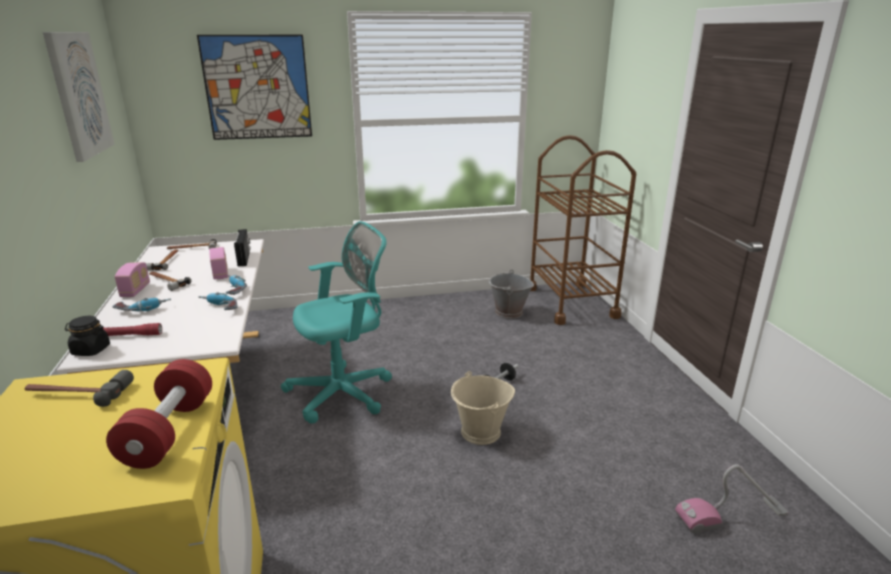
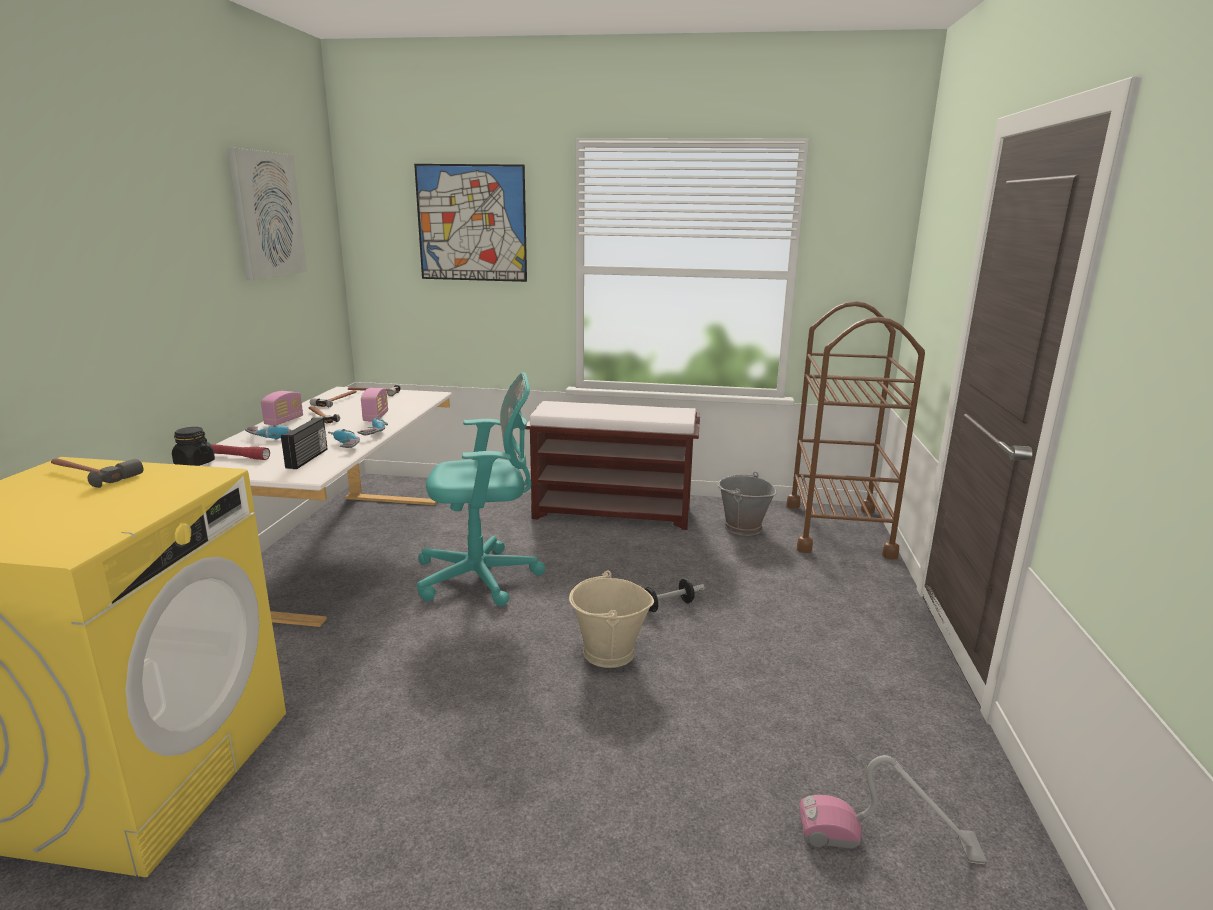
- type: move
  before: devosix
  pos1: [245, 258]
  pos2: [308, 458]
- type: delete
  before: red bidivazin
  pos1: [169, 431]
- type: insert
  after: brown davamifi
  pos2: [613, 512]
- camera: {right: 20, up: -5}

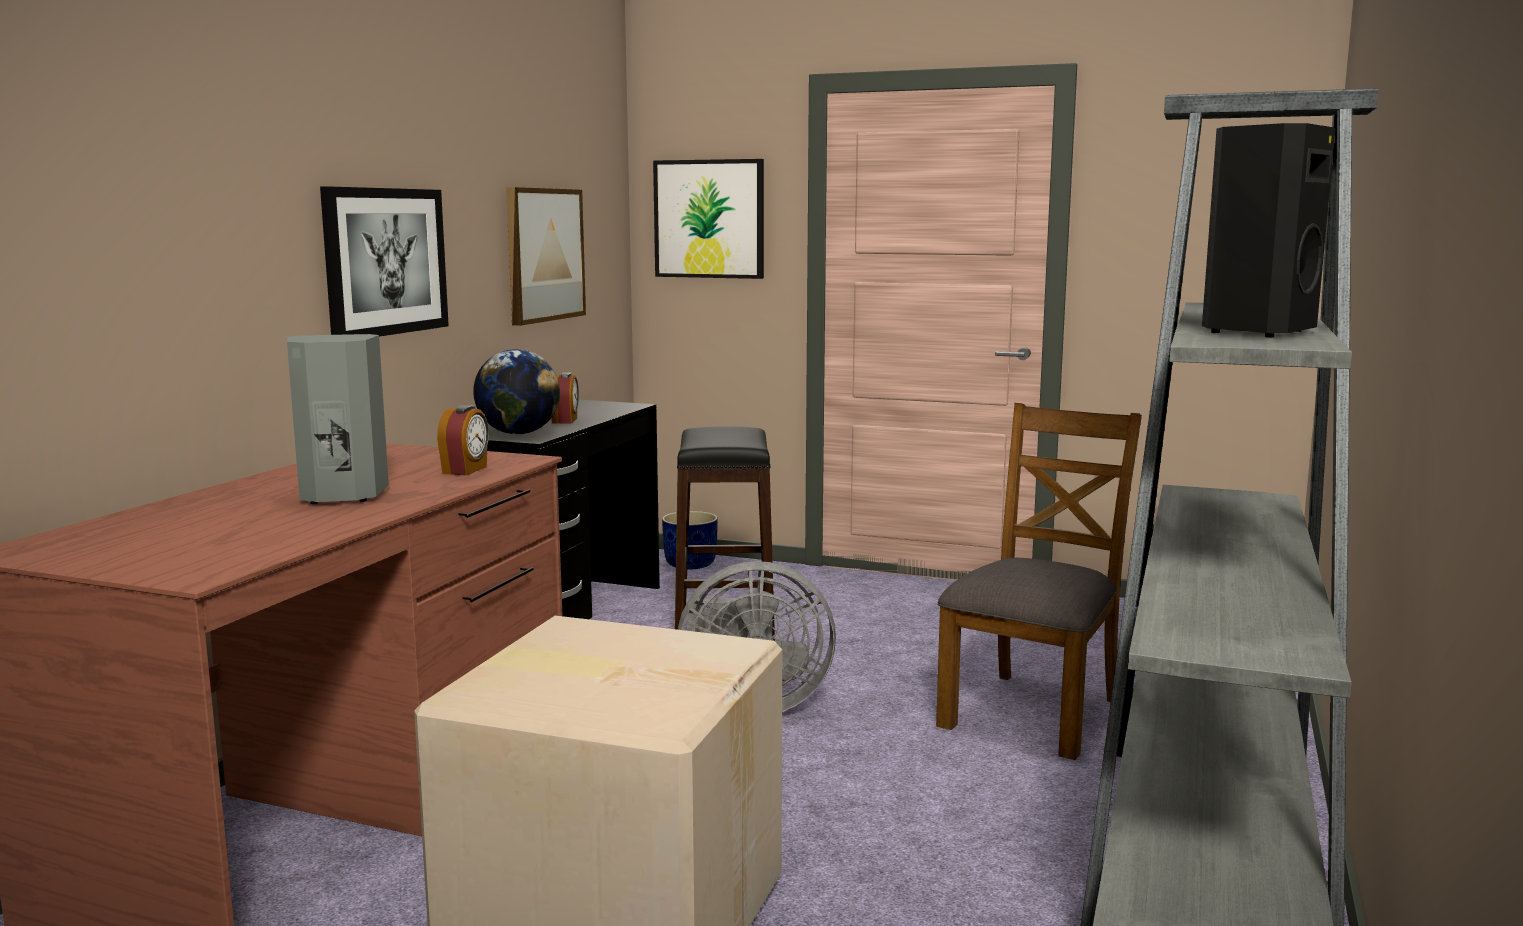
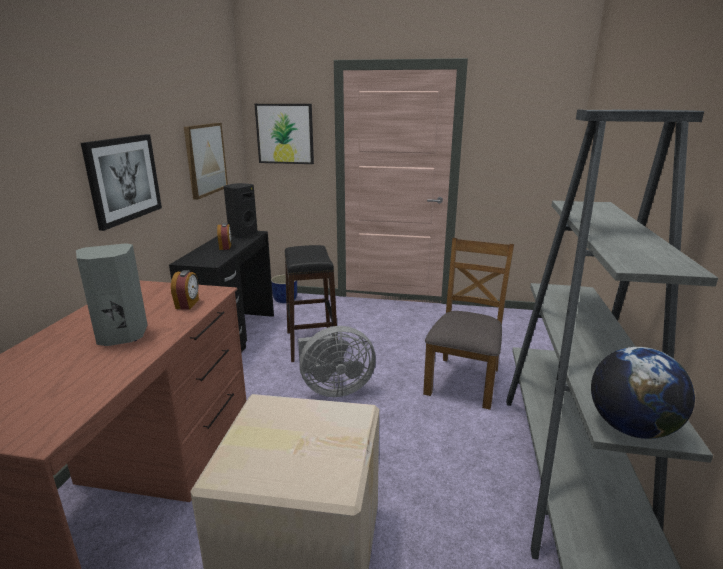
- type: move
  before: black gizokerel
  pos1: [1255, 332]
  pos2: [242, 234]
- type: move
  before: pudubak
  pos1: [518, 433]
  pos2: [630, 428]
- camera: {right: -10, up: 10}

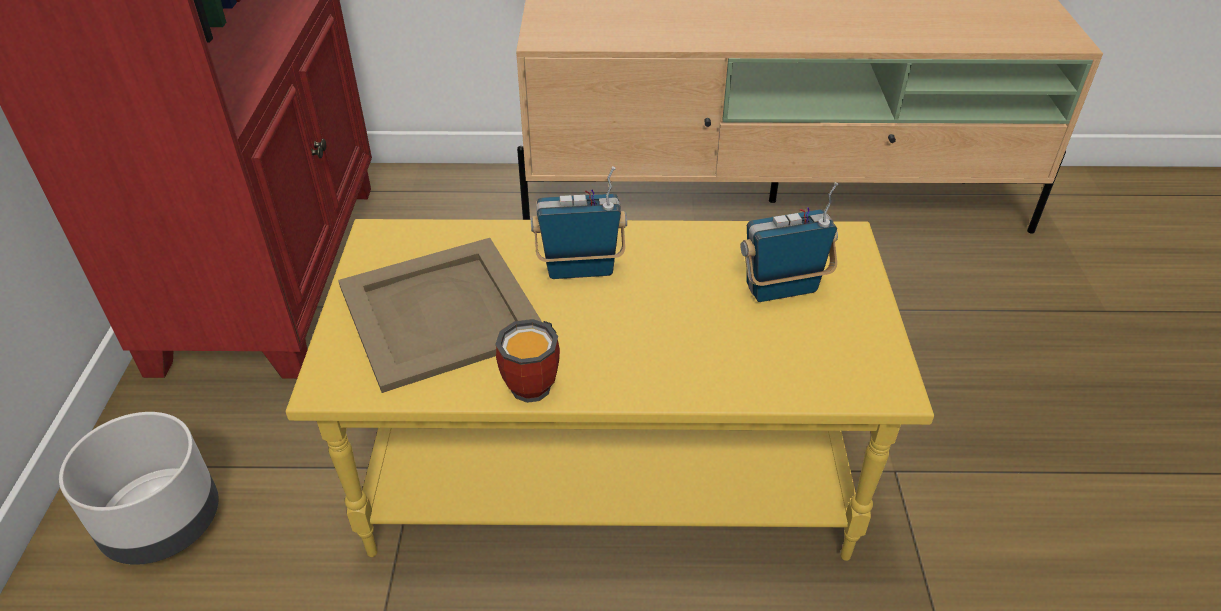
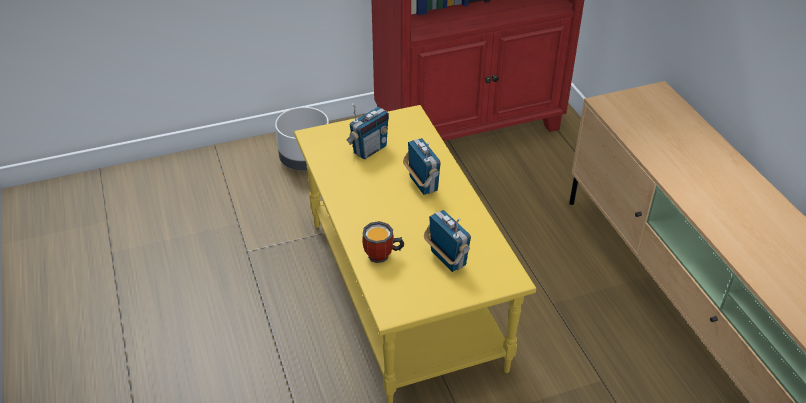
- type: replace
  before: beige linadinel
  after: devosix
  pos1: [439, 311]
  pos2: [369, 150]
- type: move
  before: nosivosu
  pos1: [537, 382]
  pos2: [382, 257]
- camera: {right: 70, up: 0}

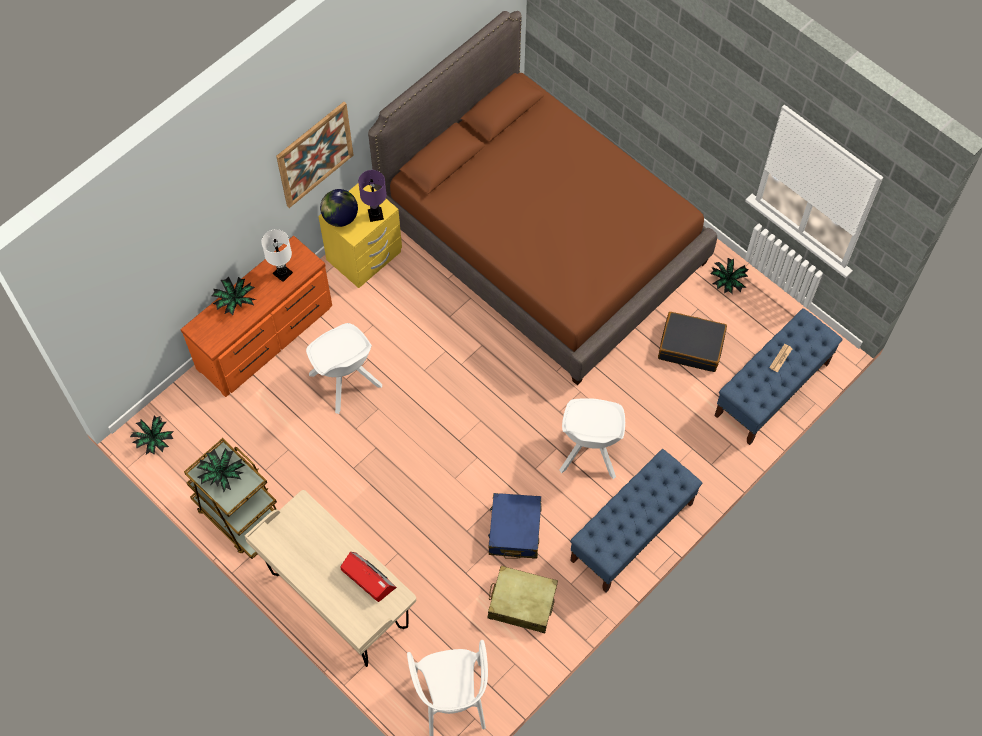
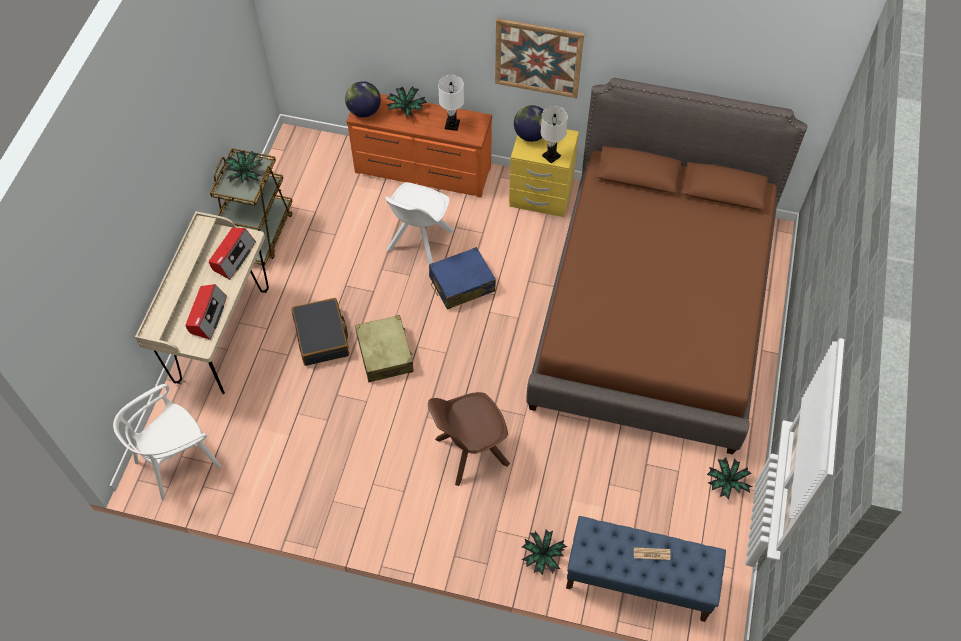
- type: recolor
  before: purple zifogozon
  after: white zifogozon
  pos1: [375, 214]
  pos2: [551, 156]
- type: move
  before: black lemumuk
  pos1: [691, 346]
  pos2: [322, 337]
- type: recolor
  before: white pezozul
  after: brown pezozul
  pos1: [589, 452]
  pos2: [469, 452]
- type: move
  before: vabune
  pos1: [154, 440]
  pos2: [542, 556]
- type: delete
  before: blue davamifi
  pos1: [631, 532]
- type: move
  before: blue lemumuk
  pos1: [514, 530]
  pos2: [461, 284]
- type: move
  before: beige lemumuk
  pos1: [522, 603]
  pos2: [385, 354]
- type: insert
  after: pudubak
  pos2: [364, 111]
- type: insert
  after: devosix
  pos2: [233, 257]
- camera: {right: 60, up: -5}

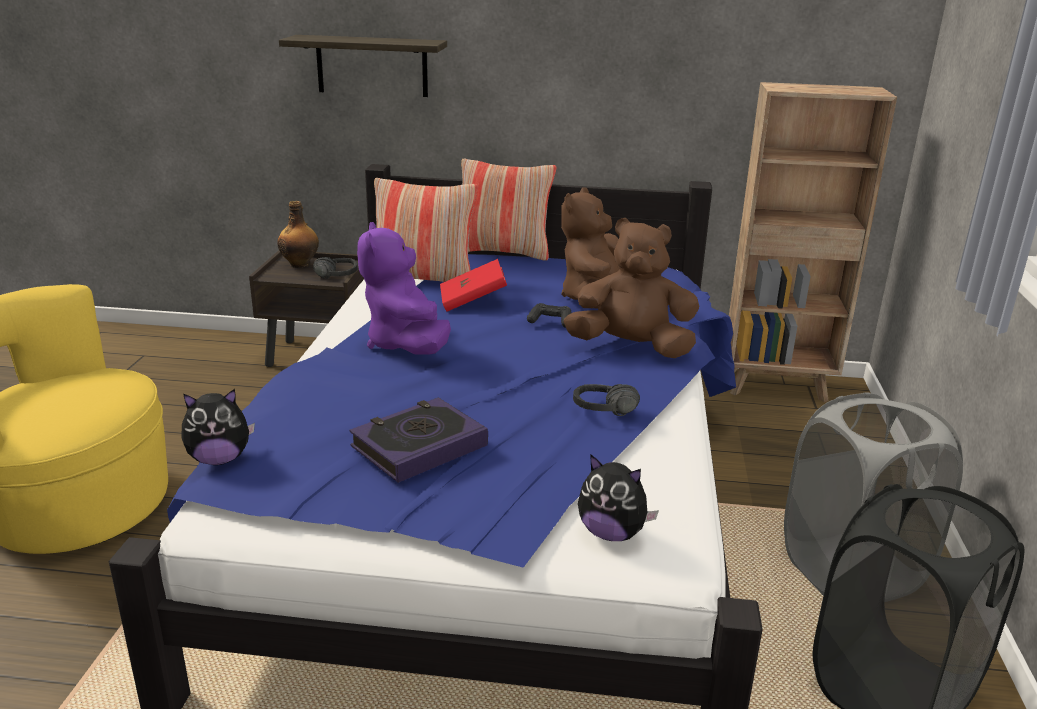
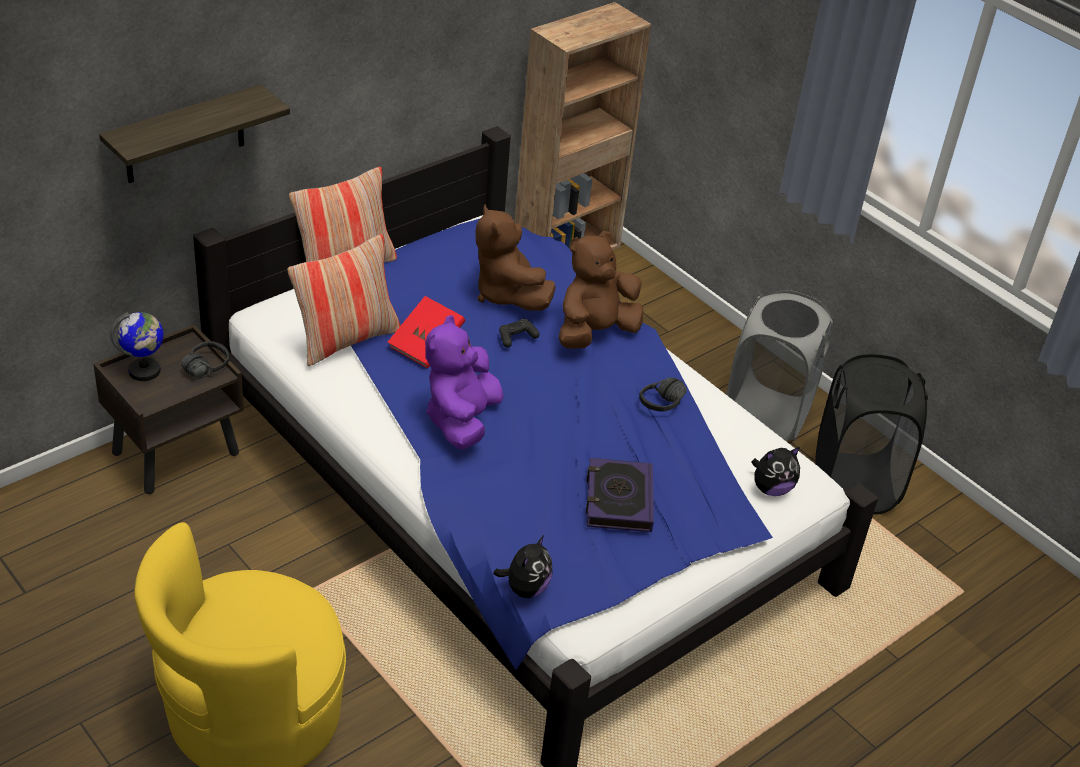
- type: replace
  before: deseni
  after: pudubak
  pos1: [300, 264]
  pos2: [145, 371]
- type: rotate
  before: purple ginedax
  pos1: [406, 345]
  pos2: [461, 421]
  turn: 75
- camera: {right: -50, up: 15}

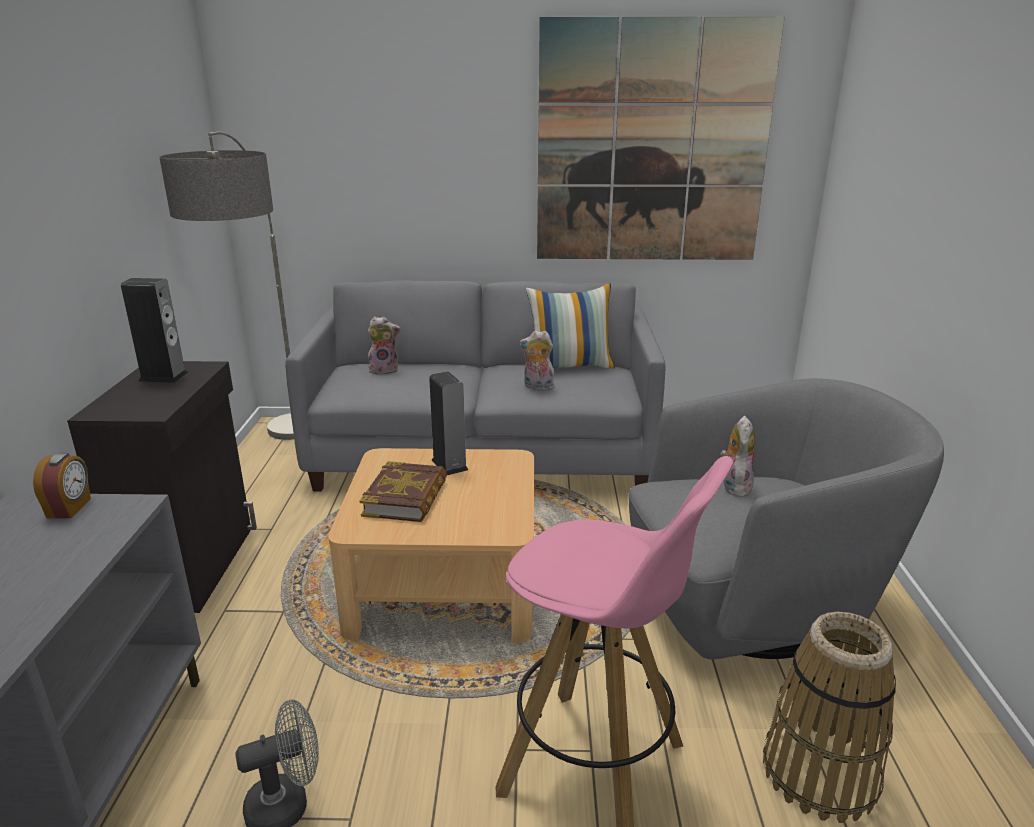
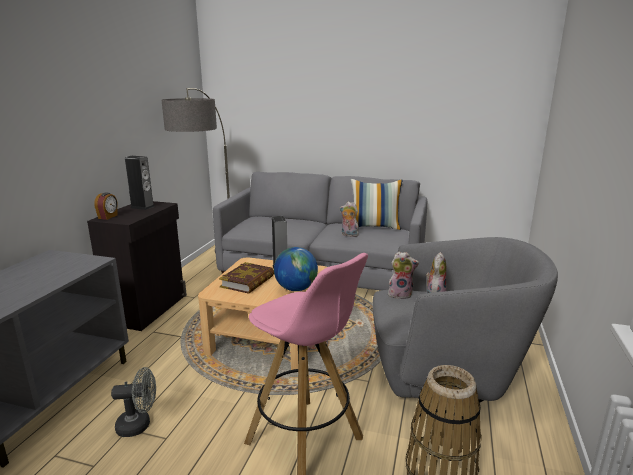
- type: delete
  before: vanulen
  pos1: [652, 145]
- type: move
  before: ginedax
  pos1: [384, 370]
  pos2: [400, 294]
- type: move
  before: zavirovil
  pos1: [70, 508]
  pos2: [108, 217]
- type: insert
  after: pudubak
  pos2: [296, 289]
- camera: {right: 15, up: -5}

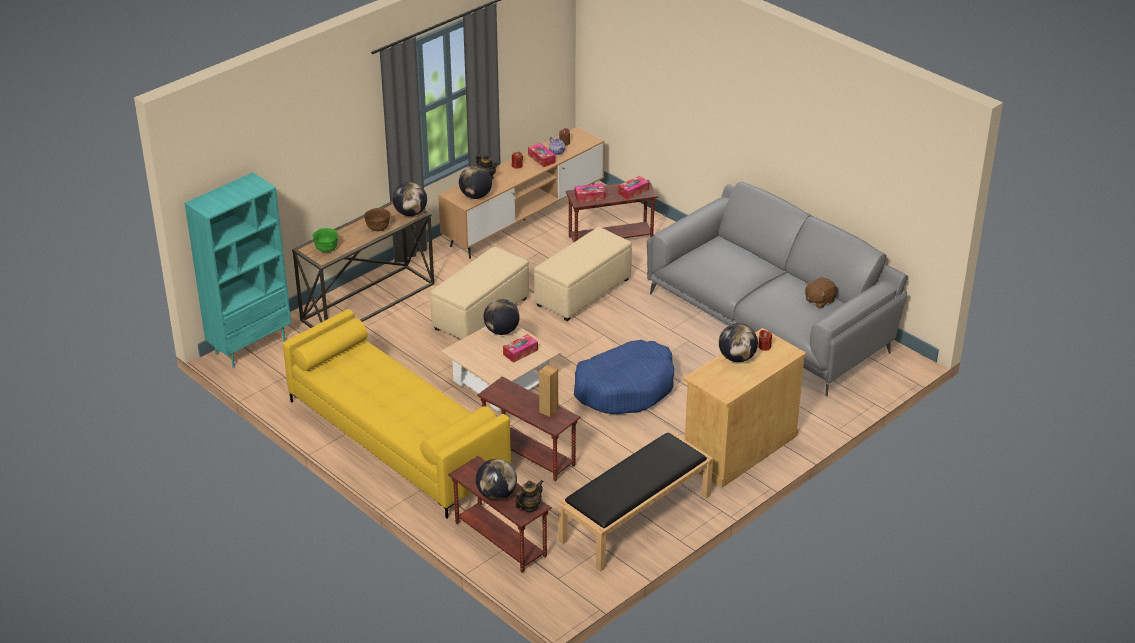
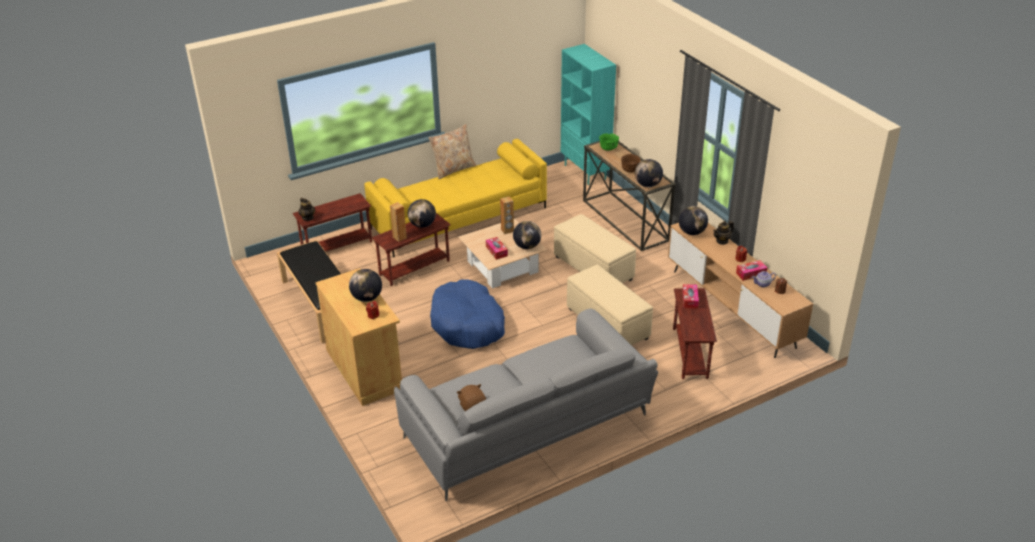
- type: delete
  before: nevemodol
  pos1: [633, 191]
- type: move
  before: pudubak
  pos1: [496, 494]
  pos2: [422, 225]
- type: insert
  after: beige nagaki
  pos2: [453, 169]
- type: insert
  after: brown gizokerel
  pos2: [507, 230]
- camera: {right: 105, up: 0}

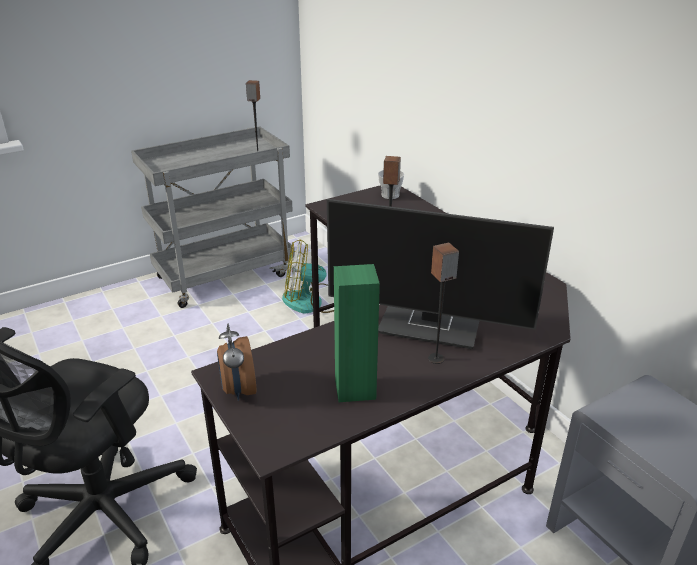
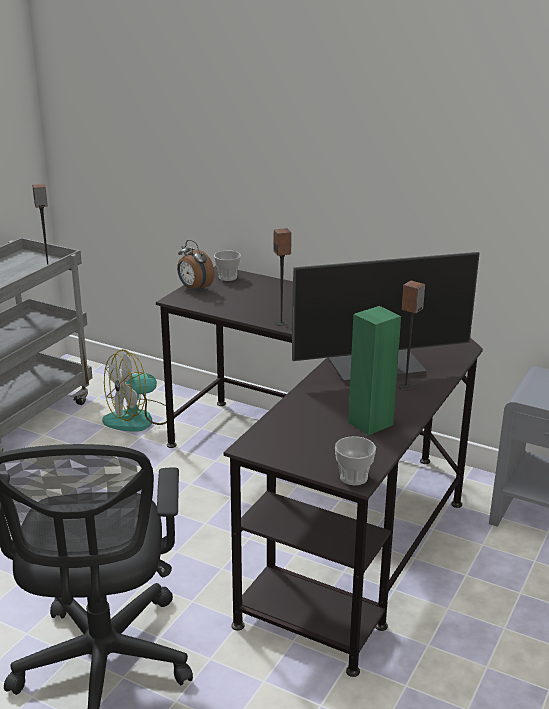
- type: move
  before: zavirovil
  pos1: [238, 390]
  pos2: [194, 288]
- type: insert
  after: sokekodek
  pos2: [353, 477]
- camera: {right: -30, up: -5}

